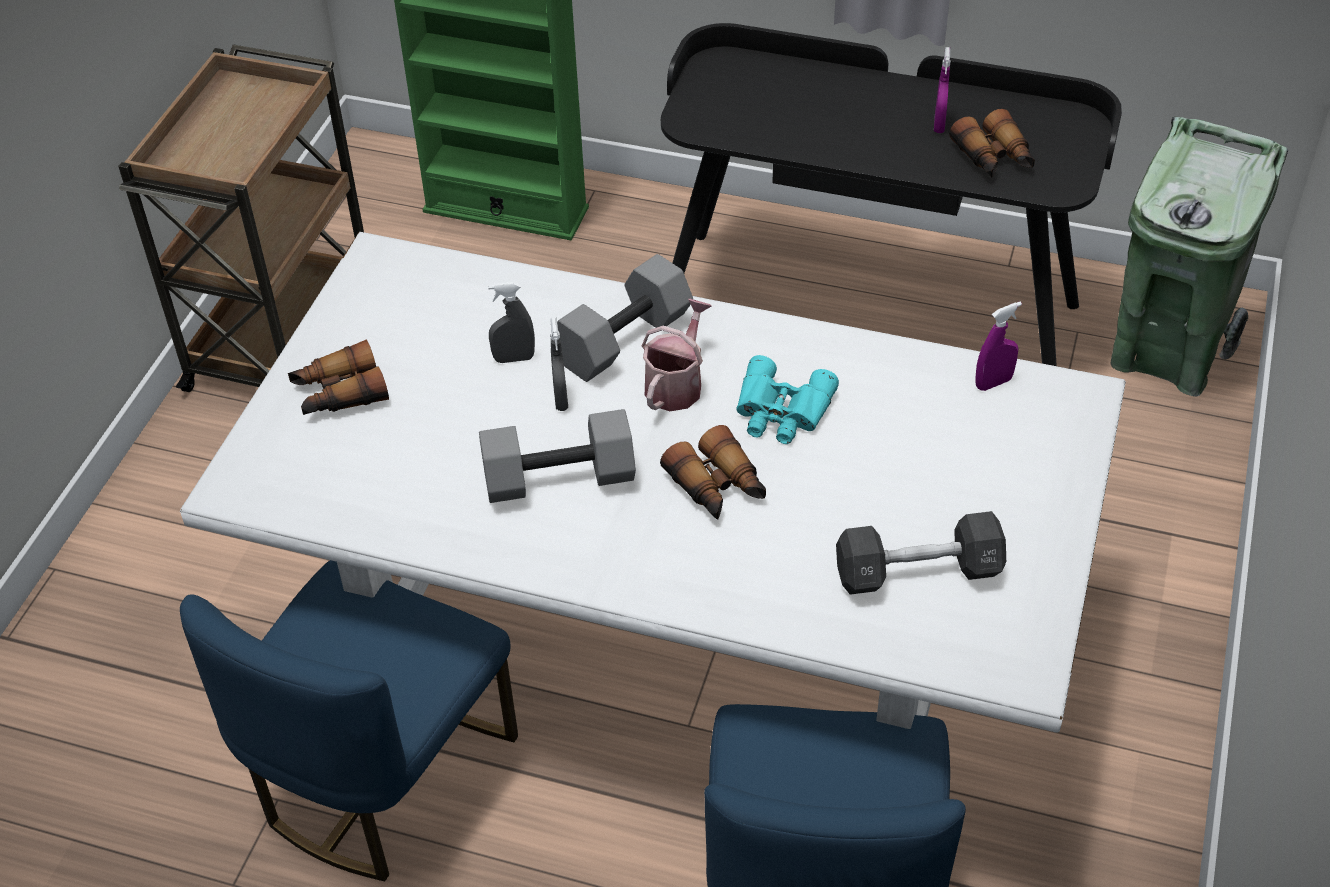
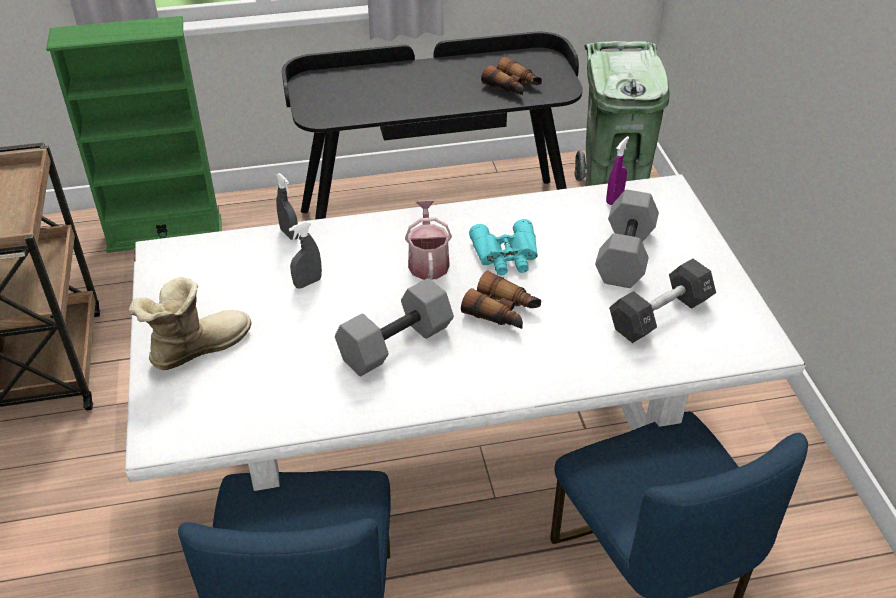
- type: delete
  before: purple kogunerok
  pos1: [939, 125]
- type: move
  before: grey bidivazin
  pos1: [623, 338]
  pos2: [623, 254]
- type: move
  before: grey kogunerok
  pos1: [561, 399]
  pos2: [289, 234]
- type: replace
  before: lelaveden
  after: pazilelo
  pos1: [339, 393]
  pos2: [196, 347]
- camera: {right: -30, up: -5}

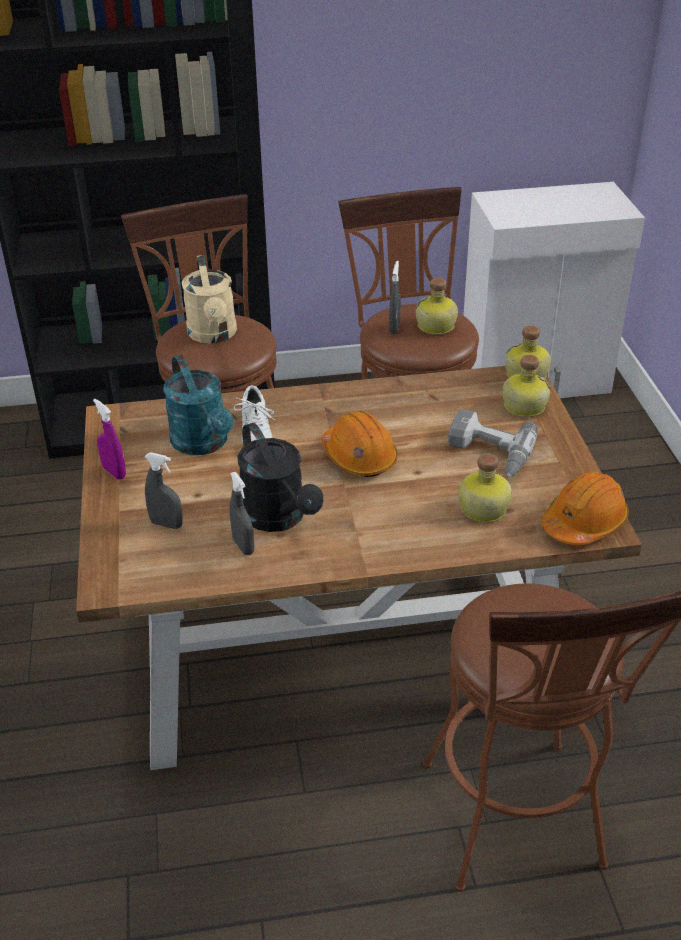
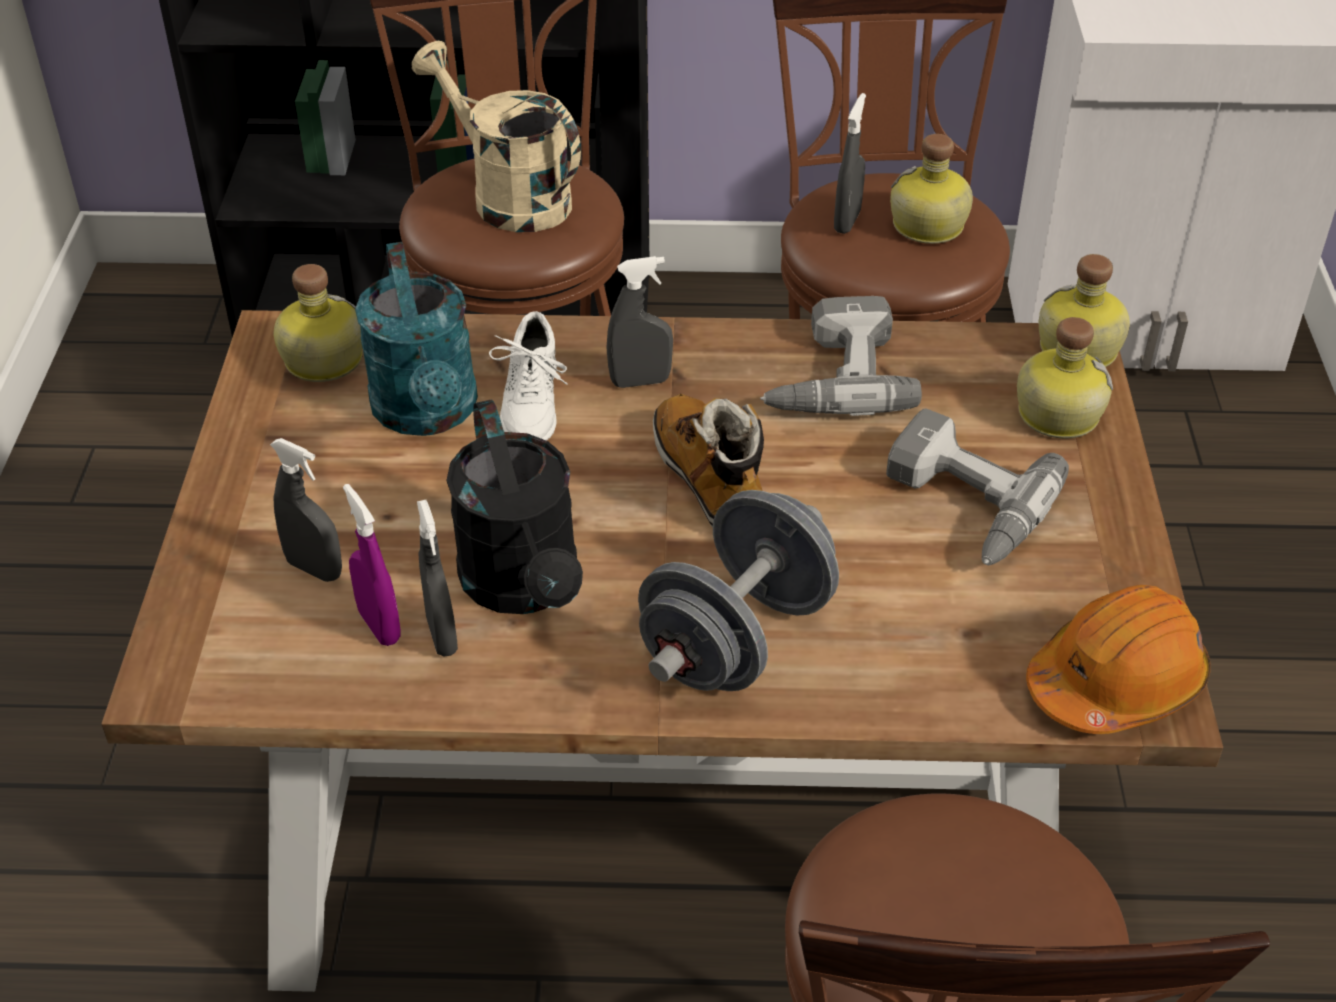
- type: rotate
  before: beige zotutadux
  pos1: [213, 335]
  pos2: [508, 197]
  turn: 135
- type: move
  before: purple kogunerok
  pos1: [114, 472]
  pos2: [379, 626]
- type: replace
  before: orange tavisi
  after: pazilelo
  pos1: [359, 457]
  pos2: [710, 480]
- type: move
  before: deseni
  pos1: [482, 509]
  pos2: [321, 360]
- type: insert
  after: grey kogunerok
  pos2: [640, 381]
- type: insert
  after: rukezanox
  pos2: [831, 375]
- type: insert
  after: grey bidivazin
  pos2: [737, 638]
- camera: {right: 10, up: 5}

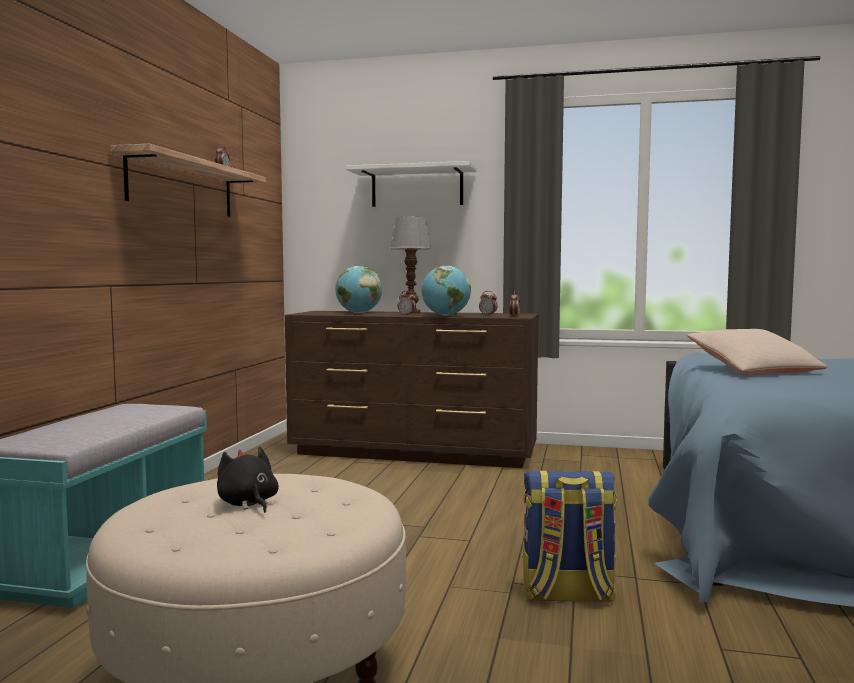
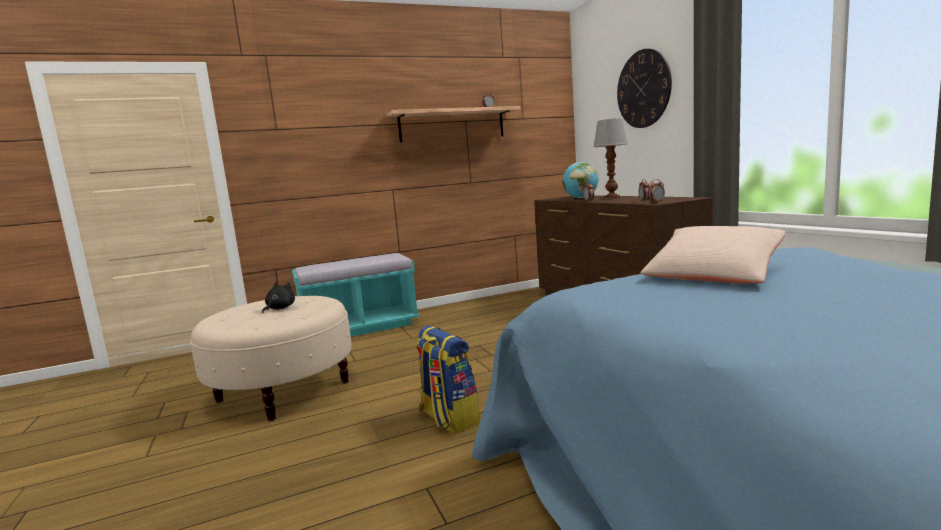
- type: replace
  before: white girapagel
  after: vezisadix
  pos1: [417, 187]
  pos2: [643, 89]
- type: delete
  before: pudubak
  pos1: [445, 315]
- camera: {right: 55, up: 5}

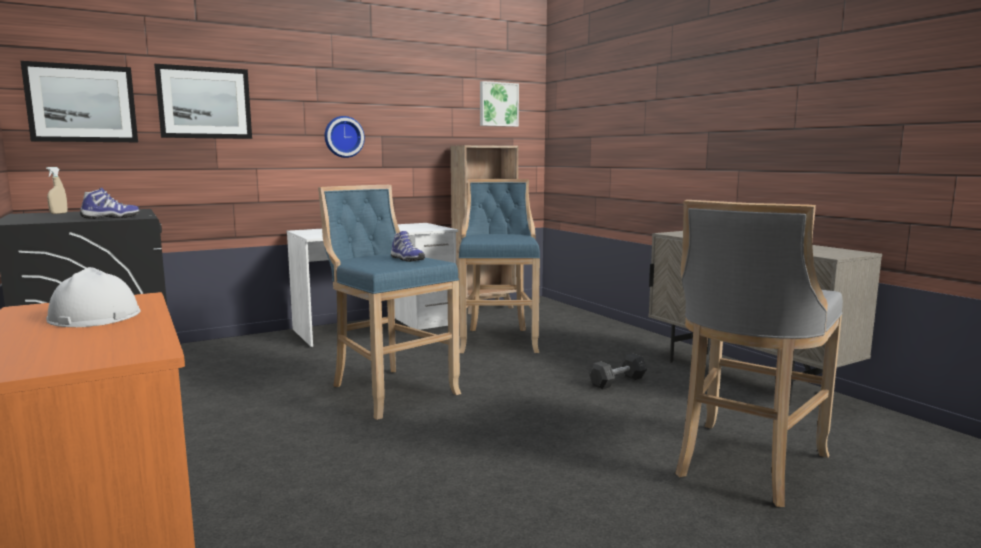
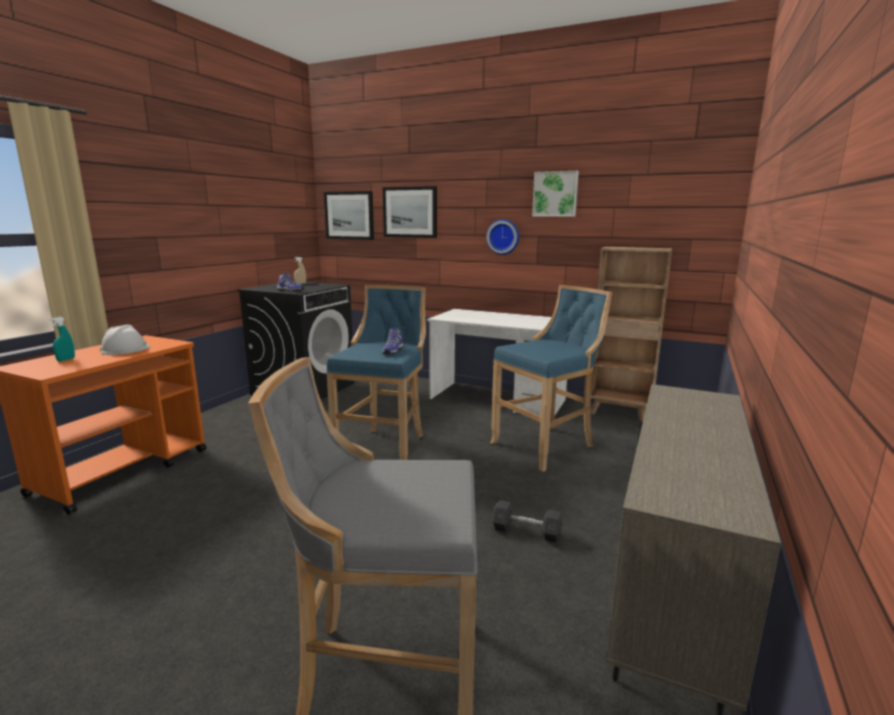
- type: move
  before: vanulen
  pos1: [498, 104]
  pos2: [555, 194]
- type: insert
  after: turquoise kogunerok
  pos2: [66, 360]
- camera: {right: 55, up: 5}

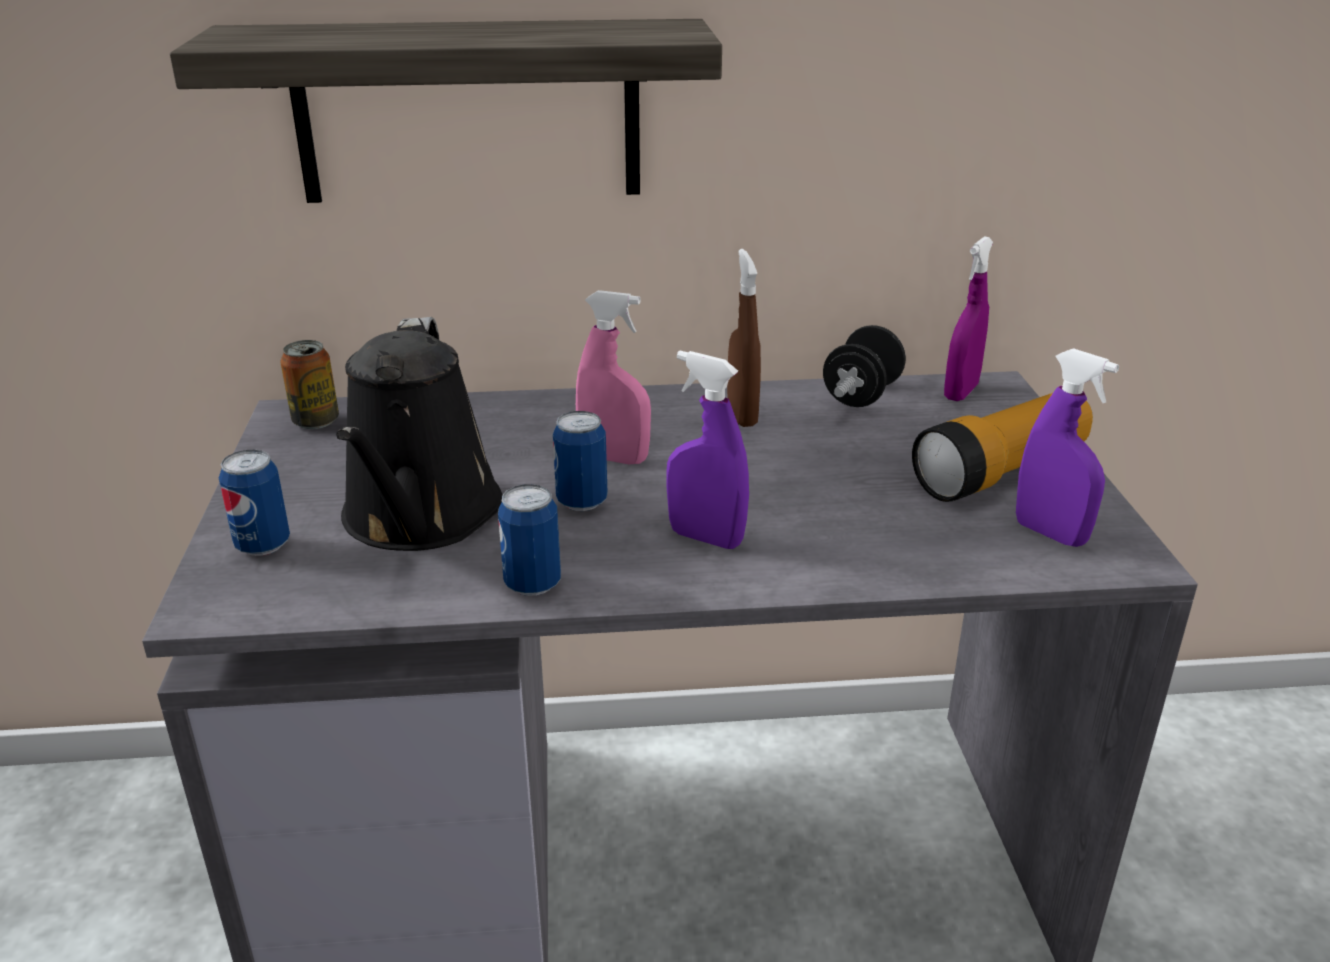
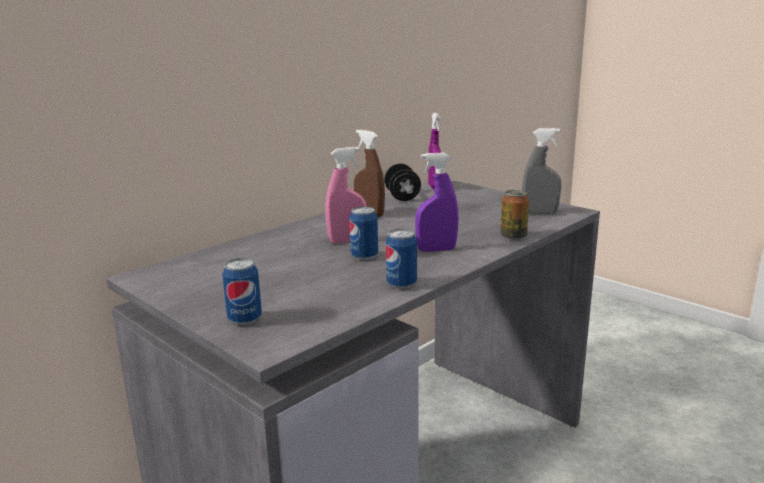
- type: delete
  before: girapagel
  pos1: [468, 112]
- type: delete
  before: black zotutadux
  pos1: [420, 518]
- type: move
  before: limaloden
  pos1: [315, 421]
  pos2: [513, 236]
- type: recolor
  before: purple kogunerok
  after: grey kogunerok
  pos1: [1050, 533]
  pos2: [539, 212]
- type: delete
  before: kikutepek
  pos1: [1001, 472]
- camera: {right: -40, up: -10}

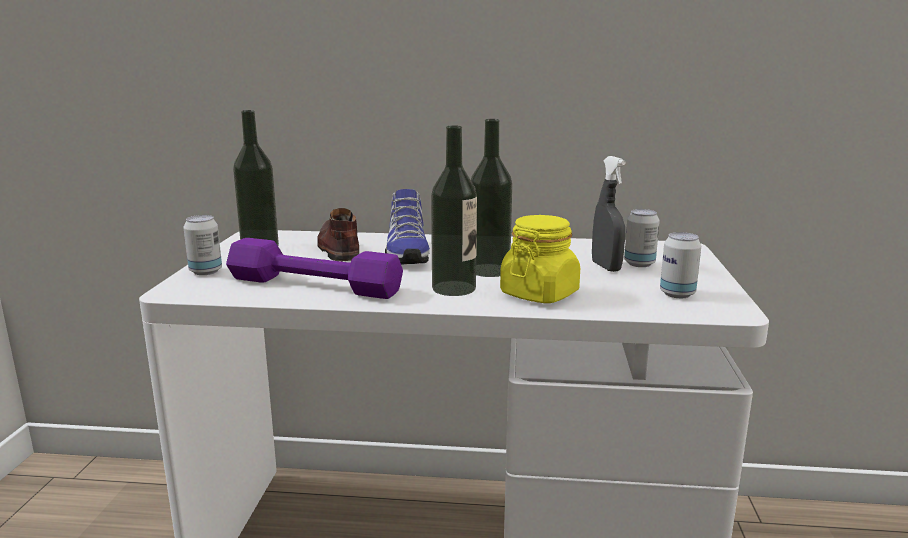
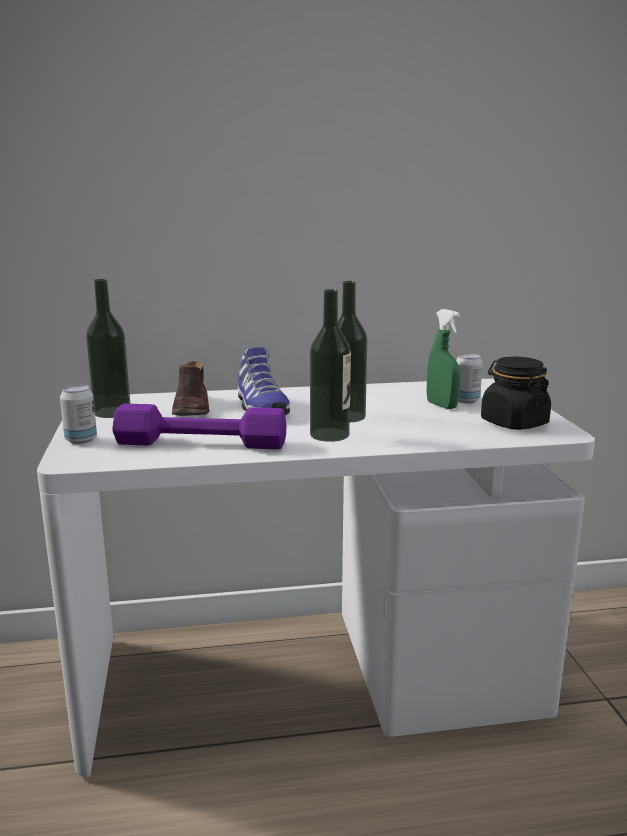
- type: recolor
  before: grey kogunerok
  after: green kogunerok
  pos1: [606, 267]
  pos2: [441, 405]
- type: rotate
  before: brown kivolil
  pos1: [338, 249]
  pos2: [192, 409]
  turn: -150
- type: delete
  before: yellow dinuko
  pos1: [539, 294]
- type: replace
  before: limaloden
  after: black dinuko
  pos1: [677, 294]
  pos2: [513, 423]
- camera: {right: -15, up: 0}

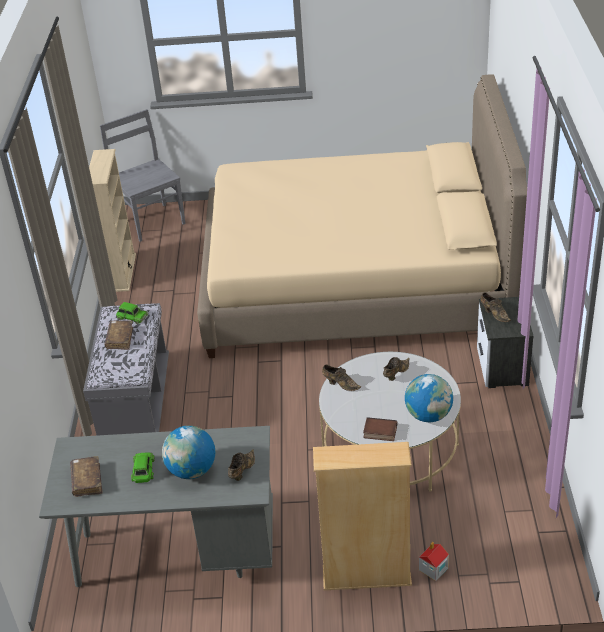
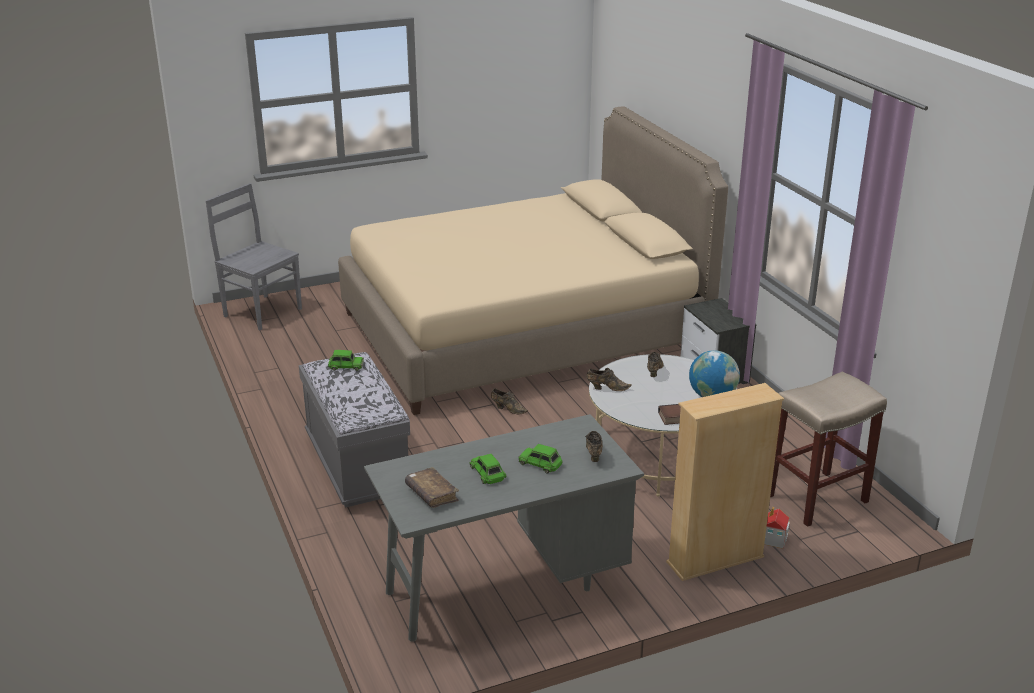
- type: delete
  before: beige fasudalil
  pos1: [122, 273]
- type: move
  before: brown kivolil
  pos1: [494, 314]
  pos2: [508, 409]
- type: delete
  before: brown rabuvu
  pos1: [120, 339]
- type: replace
  before: pudubak
  after: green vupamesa
  pos1: [191, 470]
  pos2: [540, 463]
- type: insert
  after: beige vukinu
  pos2: [817, 497]
- camera: {right: -25, up: -10}

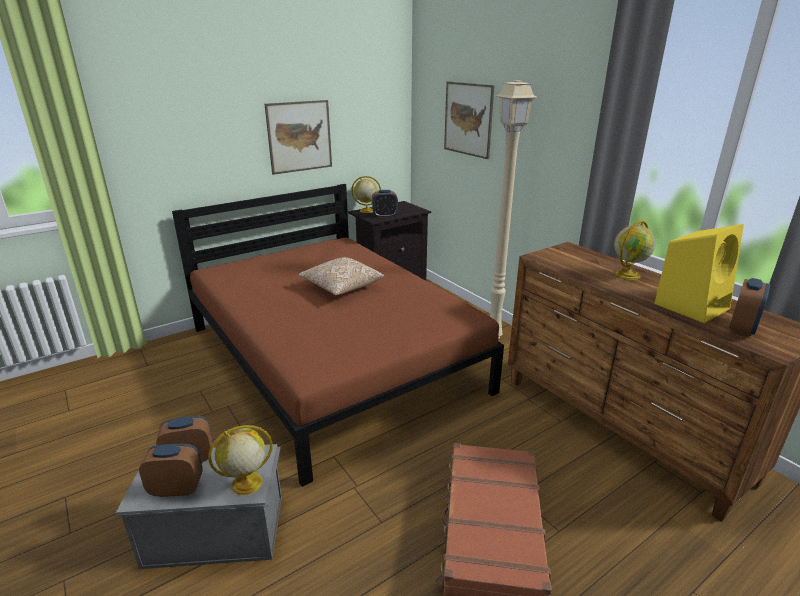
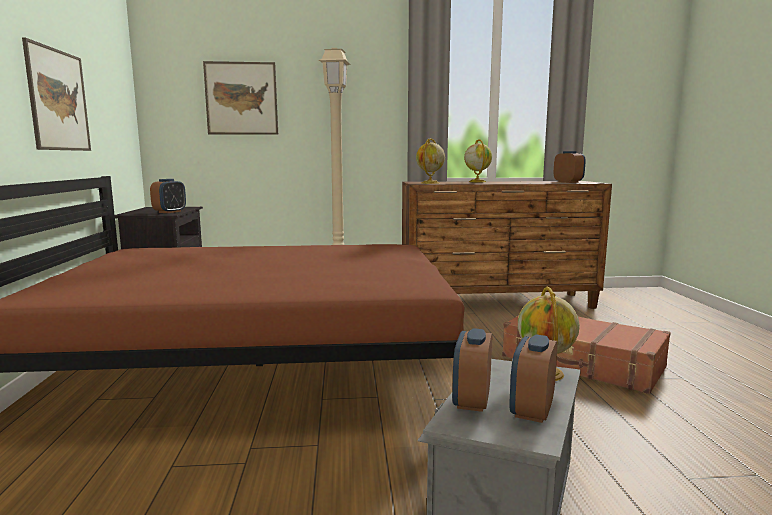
- type: move
  before: pudubak
  pos1: [366, 211]
  pos2: [430, 183]
- type: delete
  before: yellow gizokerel
  pos1: [692, 305]
- type: delete
  before: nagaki
  pos1: [341, 287]
- camera: {right: -60, up: -15}

